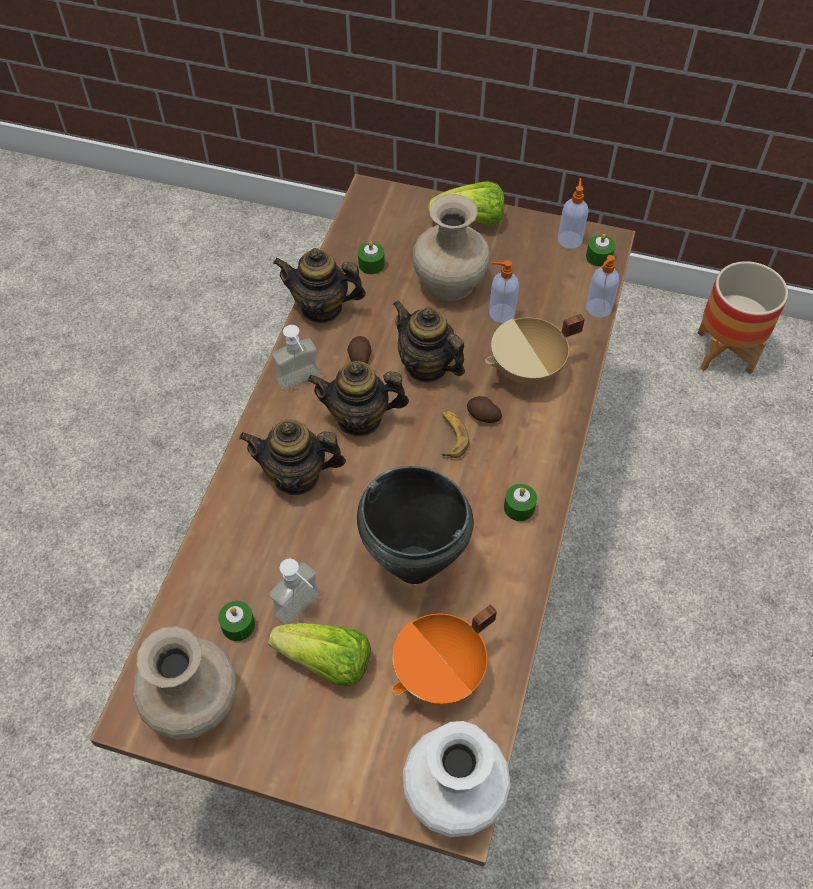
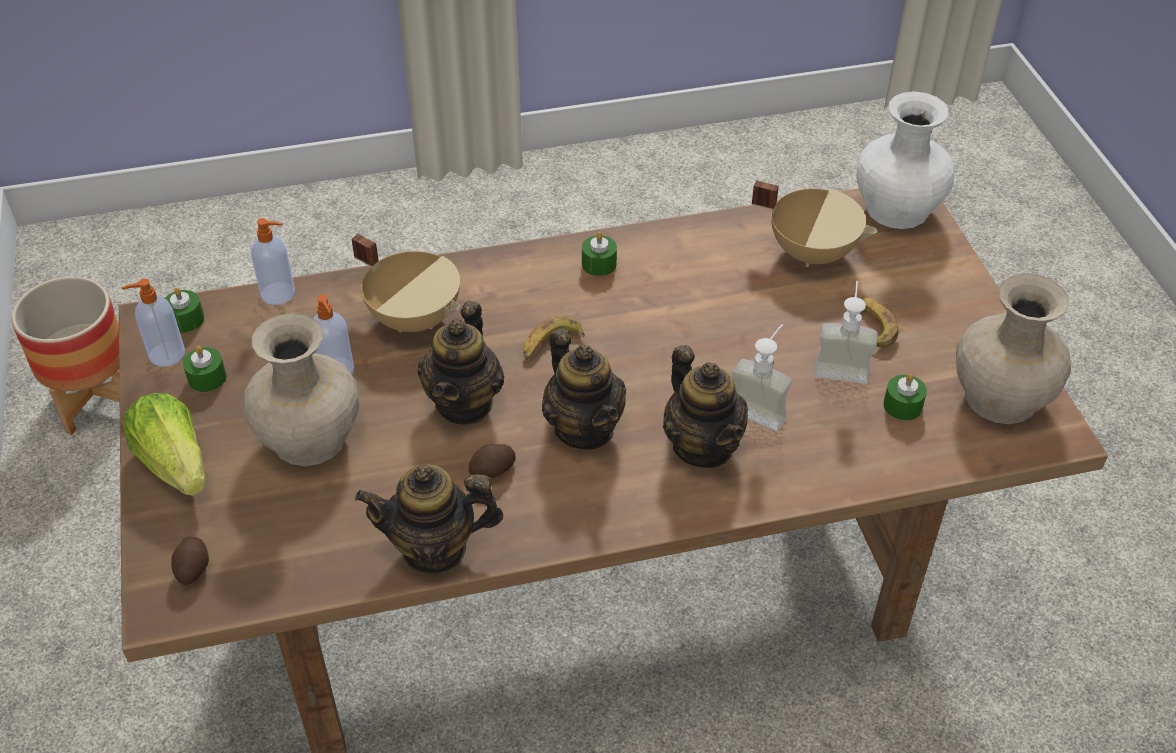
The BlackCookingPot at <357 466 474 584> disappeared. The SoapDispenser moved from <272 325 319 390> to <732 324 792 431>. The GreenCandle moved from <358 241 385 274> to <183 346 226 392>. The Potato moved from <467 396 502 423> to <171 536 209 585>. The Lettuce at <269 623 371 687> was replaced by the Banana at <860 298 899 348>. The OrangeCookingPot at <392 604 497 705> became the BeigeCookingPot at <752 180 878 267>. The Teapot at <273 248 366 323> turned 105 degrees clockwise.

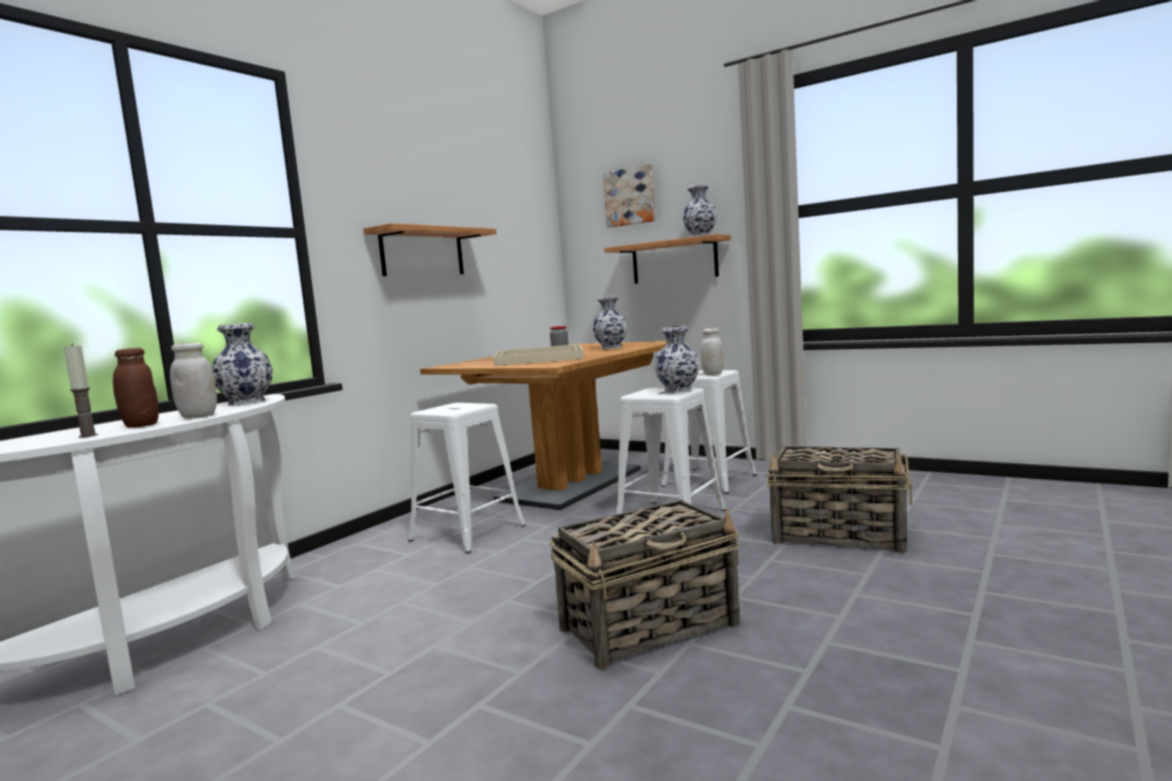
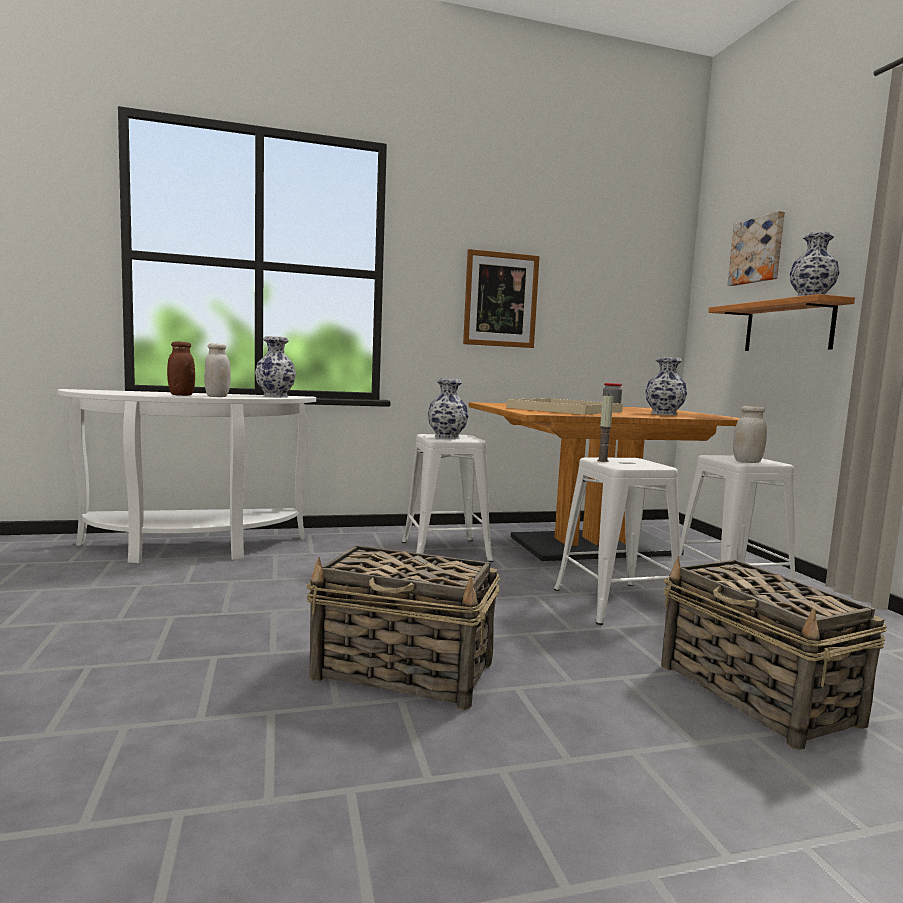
The Candle moved from <64 343 98 438> to <597 394 613 462>. The Vase moved from <654 326 700 393> to <428 378 468 439>. The Shelf at <363 223 497 276> was replaced by the Picture at <463 249 540 348>.

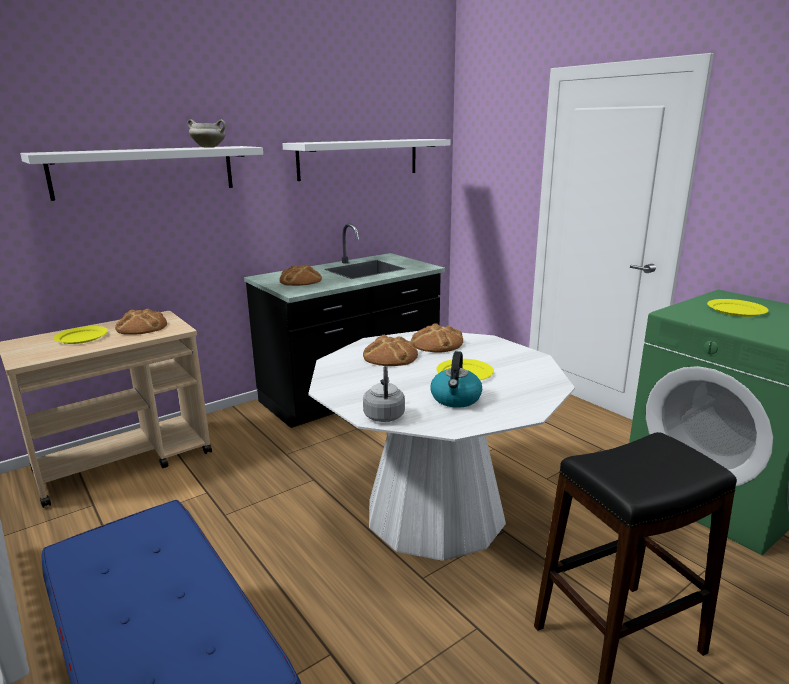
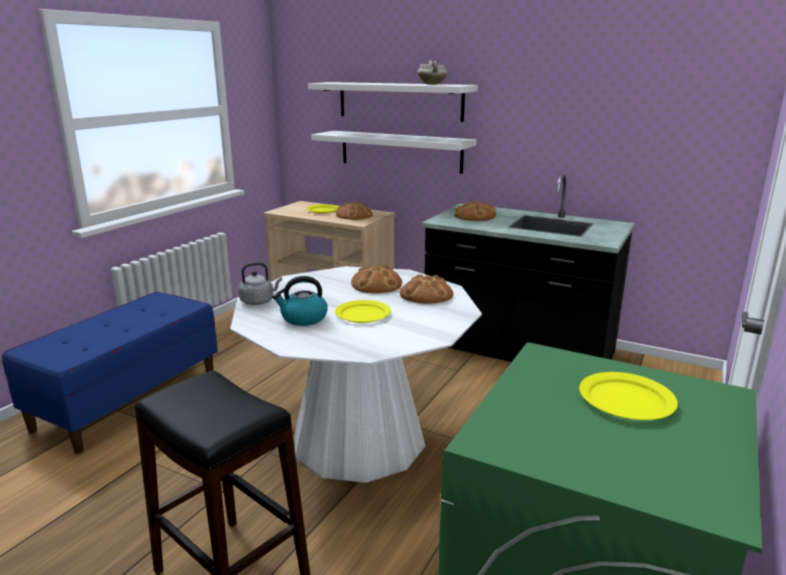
The WhiteShelf moved from <282 139 450 181> to <311 131 476 174>.

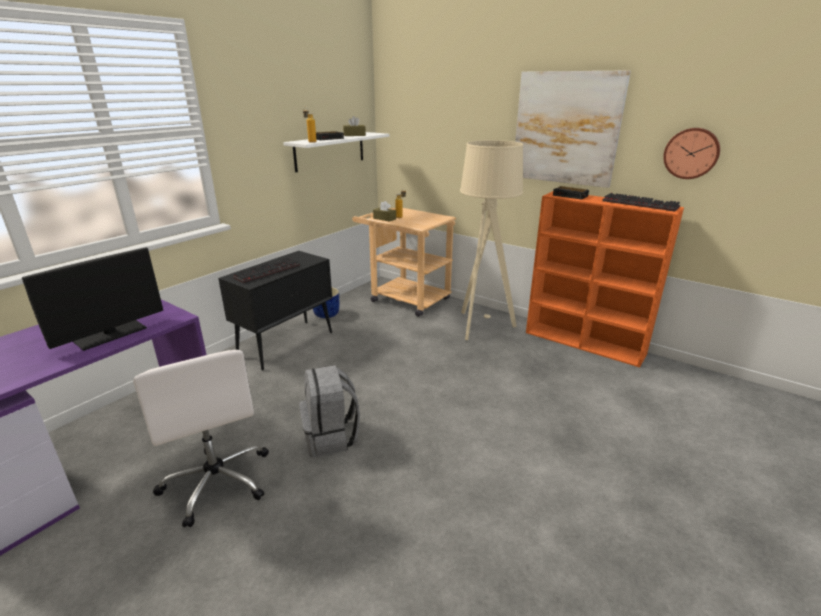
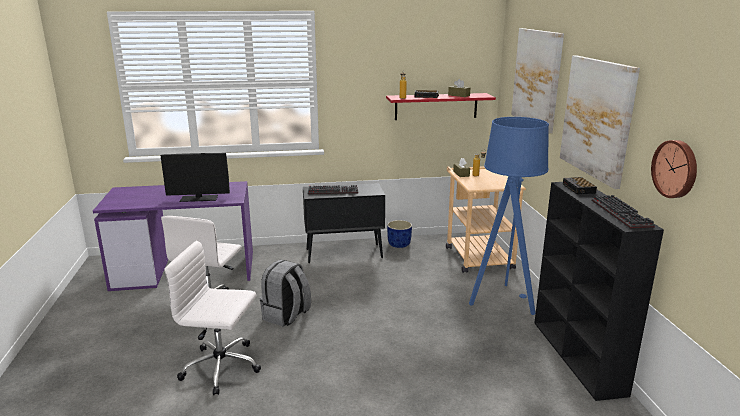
The WhiteOfficeChair at <164 241 261 395> appeared. The Picture at <511 28 564 133> appeared. The WhiteShelf at <283 132 390 172> became the RedShelf at <386 93 496 120>. The BeigeFloorLamp at <460 140 523 340> became the BlueFloorLamp at <469 117 549 315>. The OrangeBookcase at <526 191 684 367> became the BlackBookcase at <534 182 664 401>.

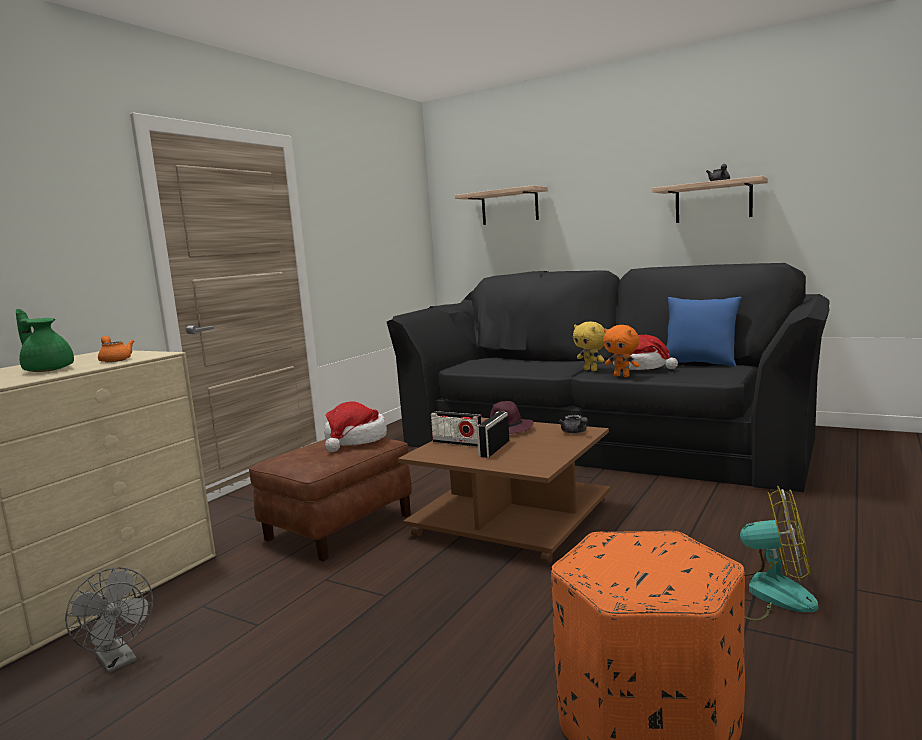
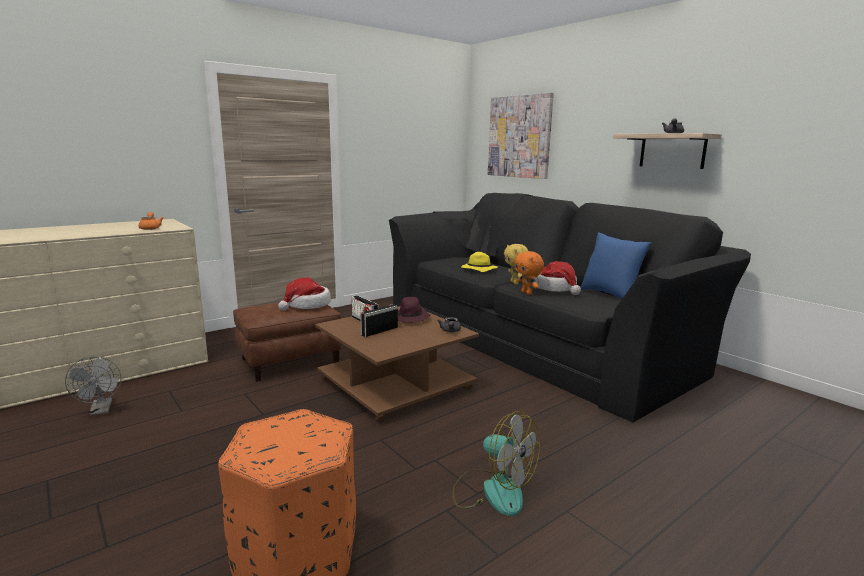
The GreenTeapot at <16 309 74 372> disappeared. The YellowHat at <461 252 497 272> appeared. The Shelf at <455 185 548 225> was replaced by the Picture at <488 92 554 179>.

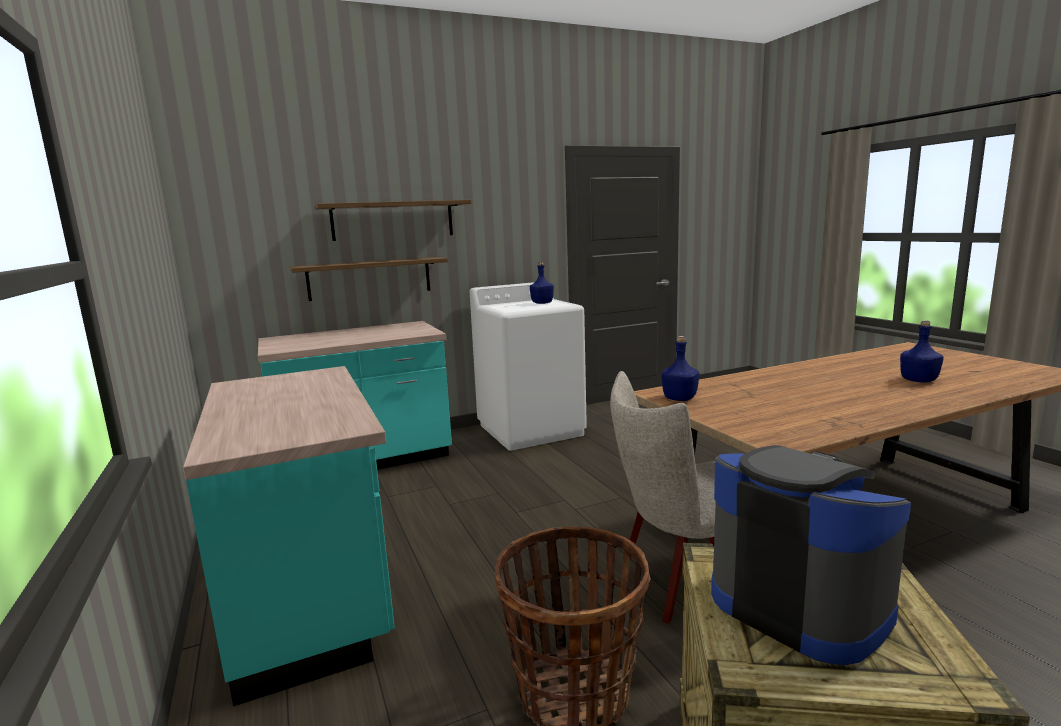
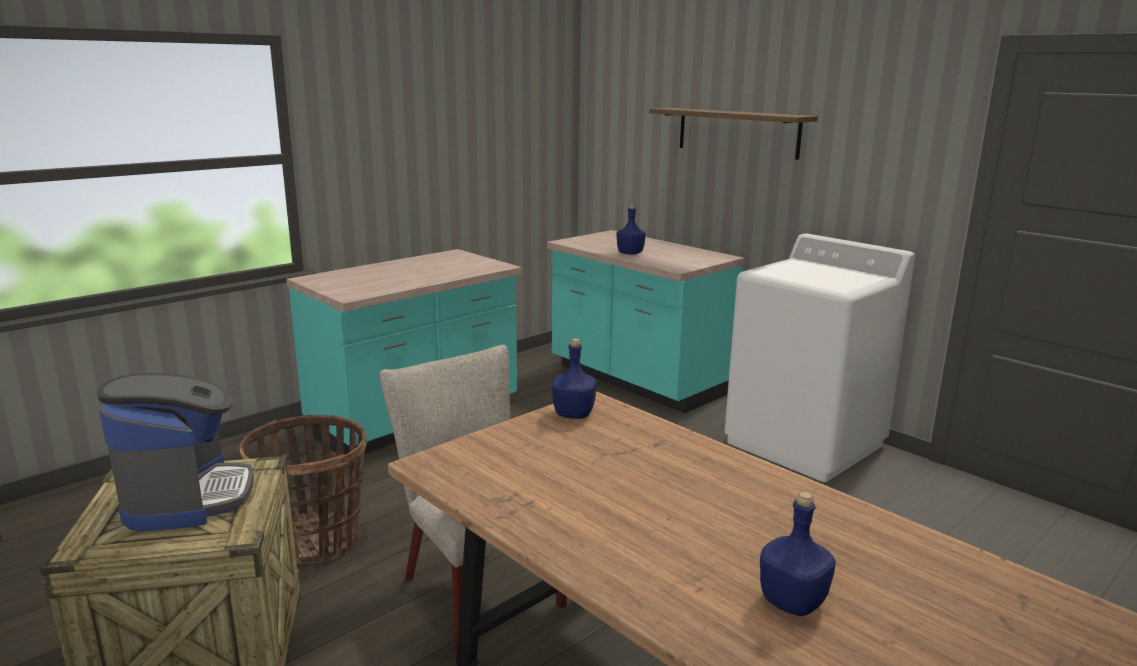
The Shelf at <290 257 448 301> disappeared. The BlueBottle moved from <530 262 554 304> to <617 204 646 255>. The CoffeeMachine at <711 445 911 665> turned 45 degrees counterclockwise.

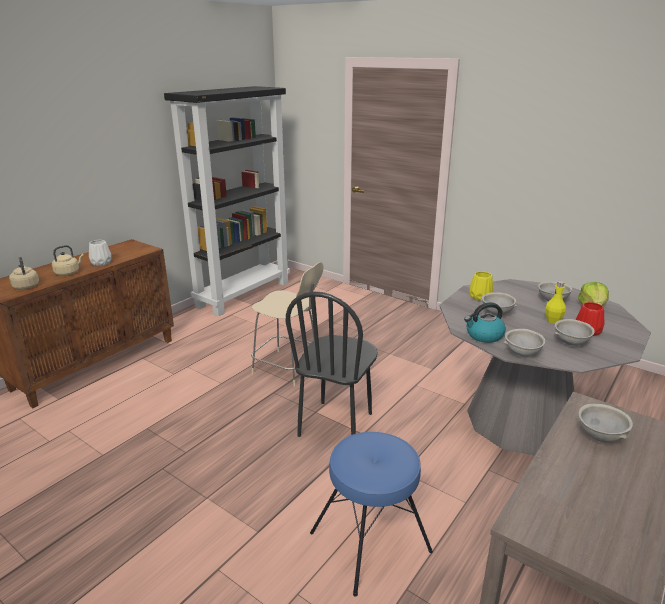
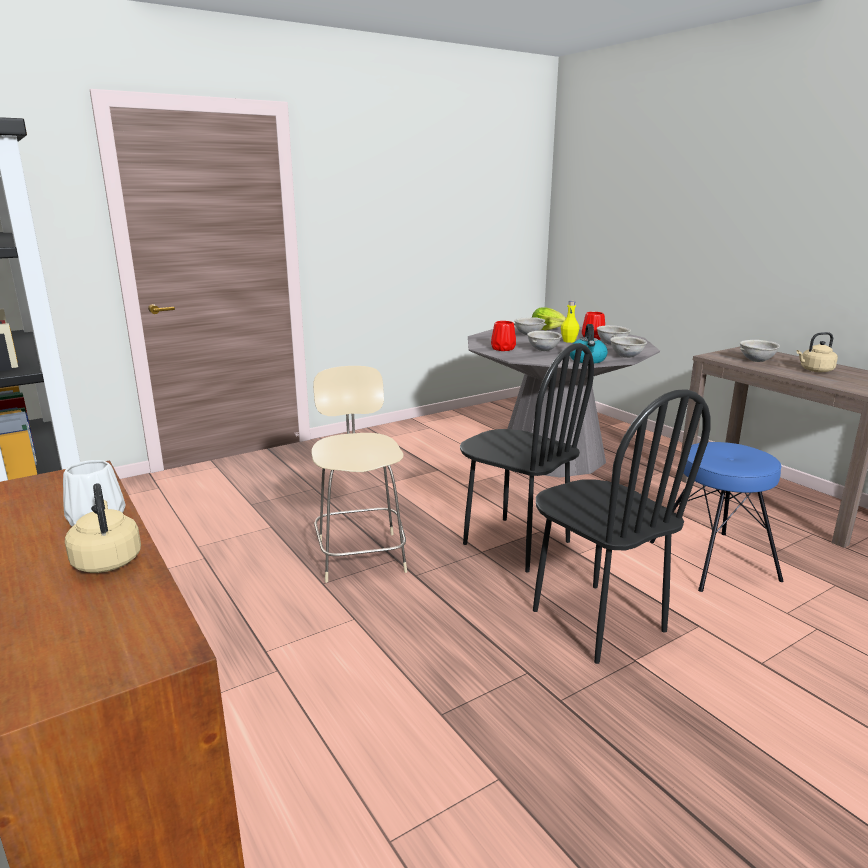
The BlackChair at <533 389 711 664> appeared. The BeigeKettle moved from <9 257 39 289> to <796 332 838 372>. The YellowVase at <470 271 494 301> became the RedVase at <491 321 516 351>. The BeigeChair at <251 262 324 387> turned 60 degrees counterclockwise.

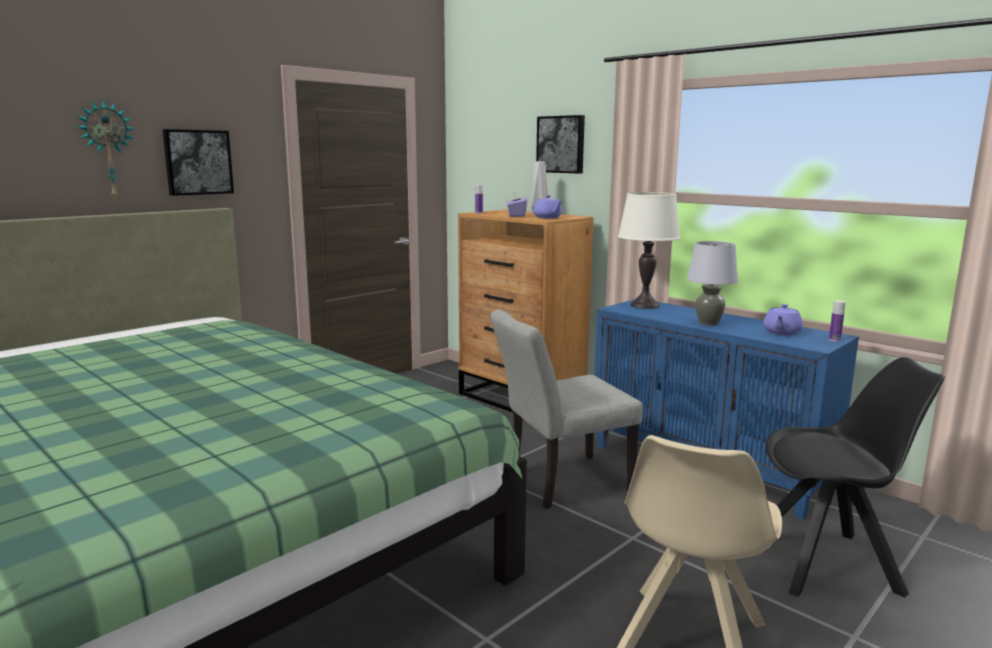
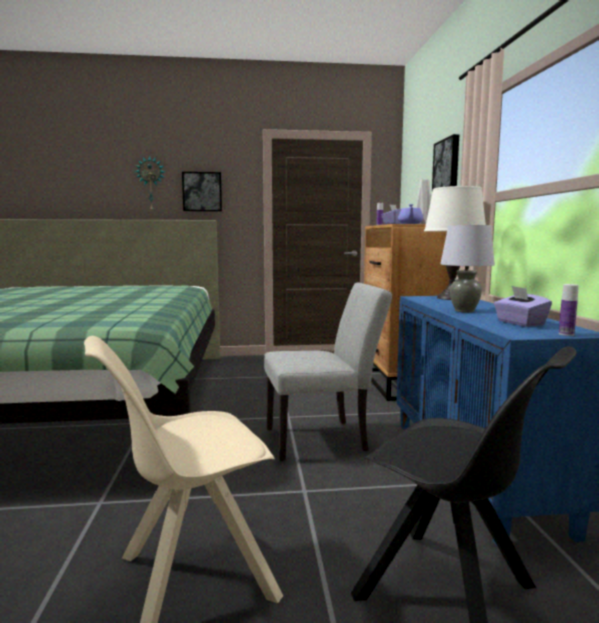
The PurpleTeapot at <763 304 803 335> was replaced by the PurpleTissueBox at <494 286 552 327>. The GreyChair at <490 310 643 509> turned 150 degrees clockwise.

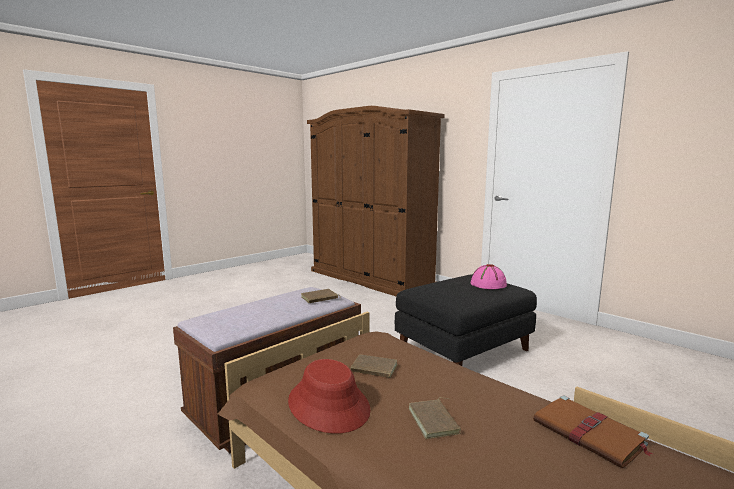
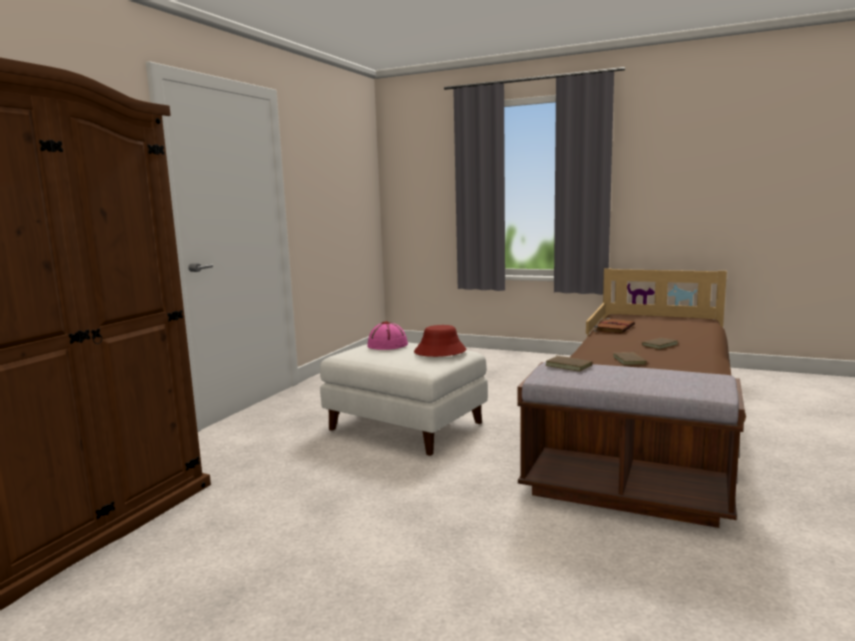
The RedHat moved from <288 359 371 434> to <414 325 466 357>. The BlackOttoman at <395 274 537 366> became the WhiteOttoman at <320 342 488 456>.

